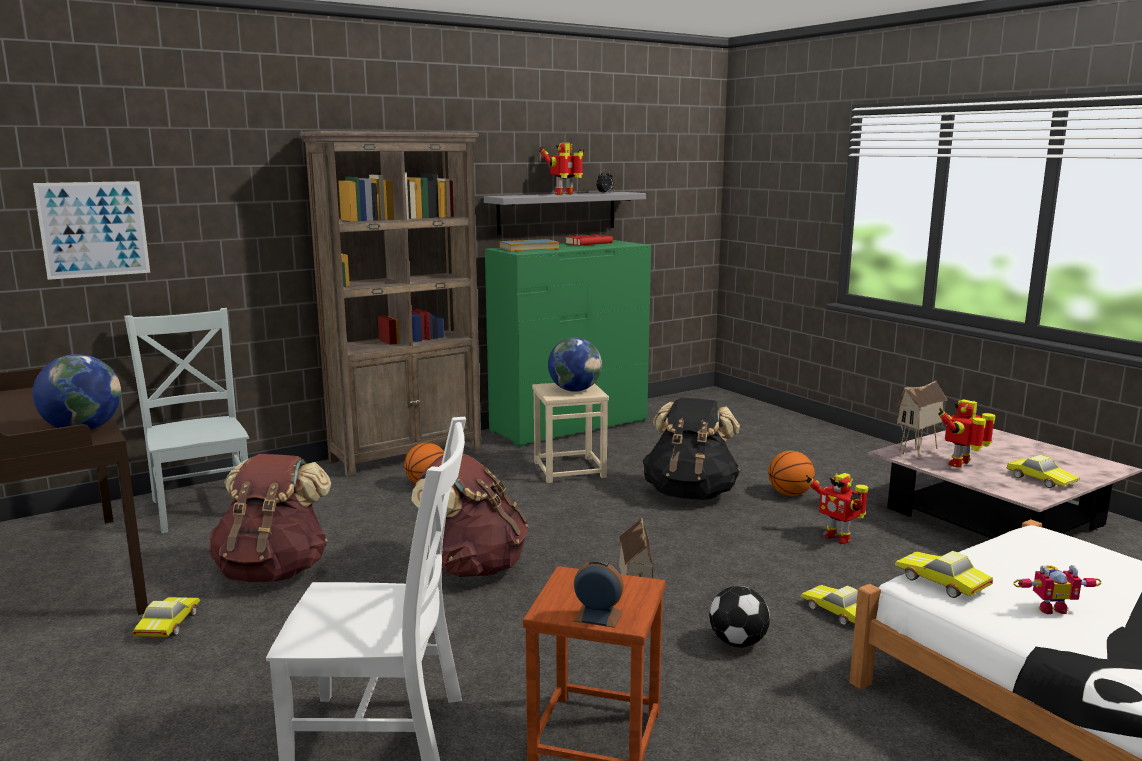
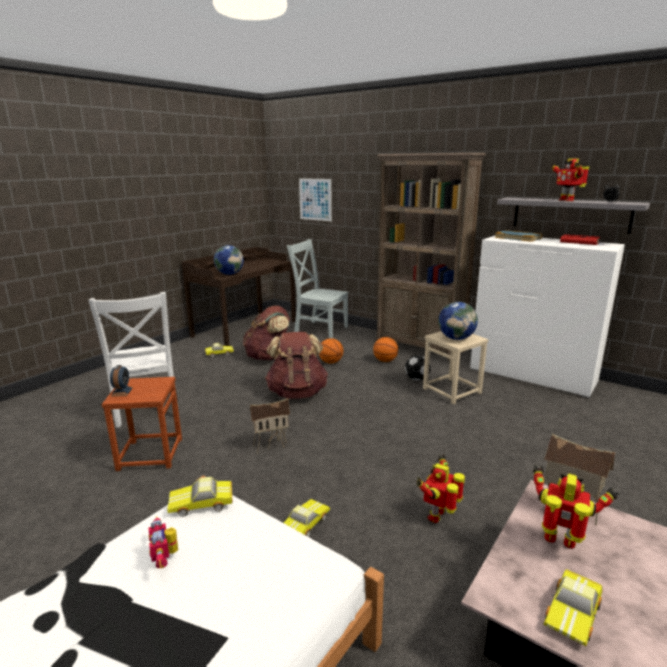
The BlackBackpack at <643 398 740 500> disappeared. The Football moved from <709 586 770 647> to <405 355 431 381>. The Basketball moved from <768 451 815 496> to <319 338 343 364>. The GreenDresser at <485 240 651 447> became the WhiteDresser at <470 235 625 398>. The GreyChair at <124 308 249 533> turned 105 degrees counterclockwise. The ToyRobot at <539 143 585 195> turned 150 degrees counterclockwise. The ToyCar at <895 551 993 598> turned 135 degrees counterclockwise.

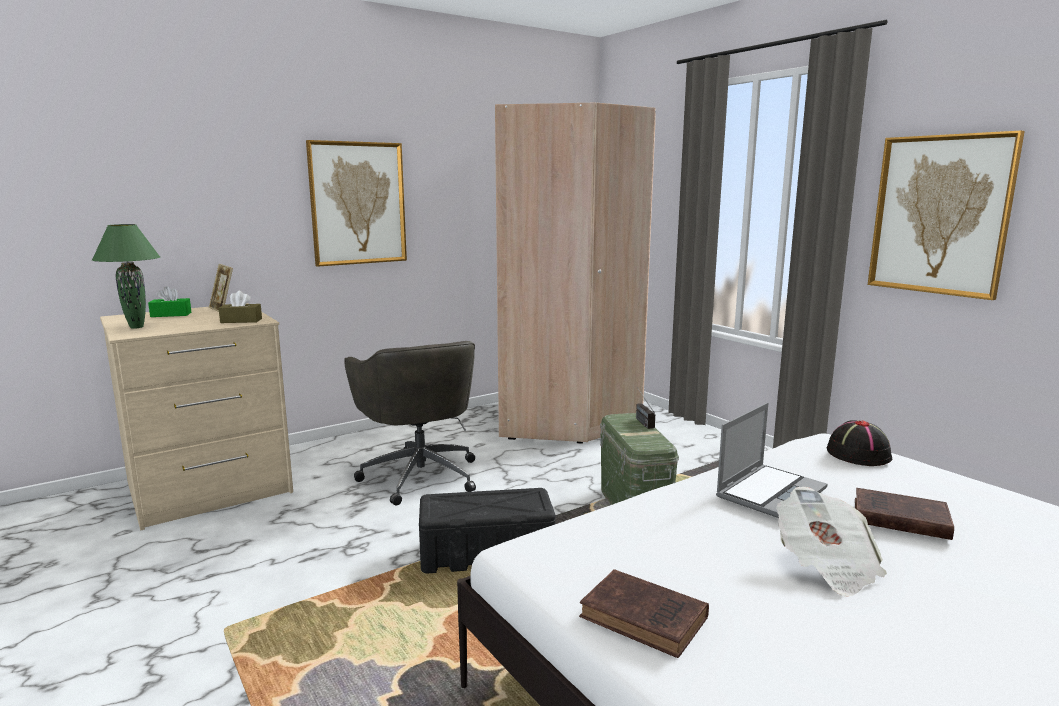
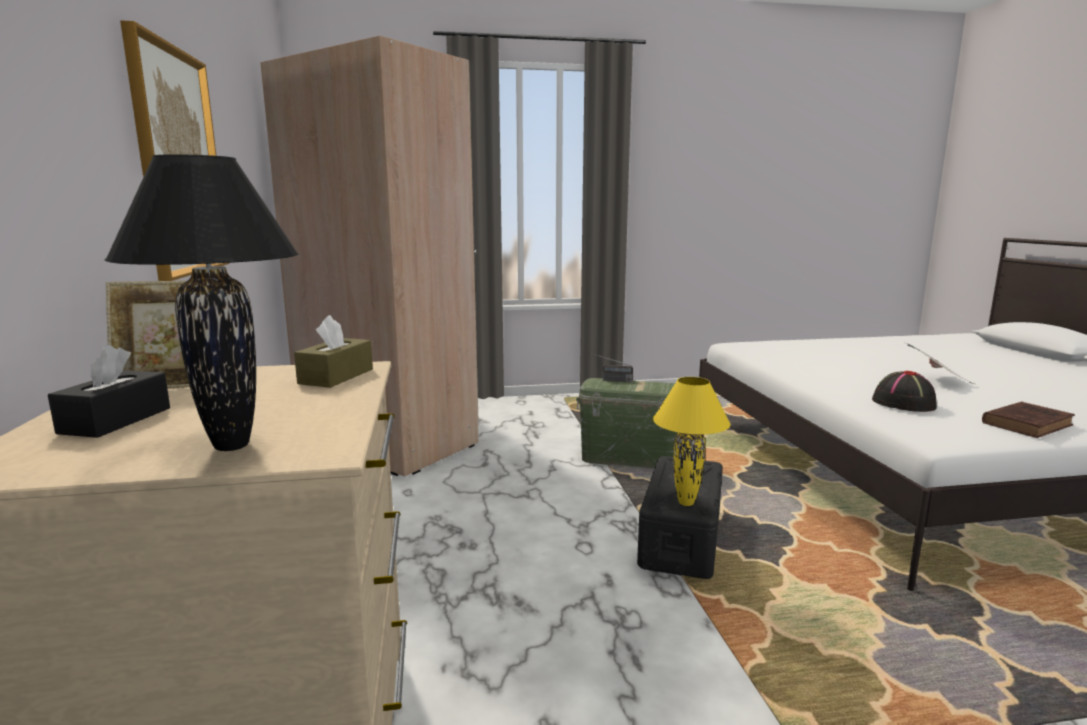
The GreyOfficeChair at <344 341 476 506> disappeared. The Laptop at <716 403 827 518> disappeared. The BrownBook at <855 488 954 540> disappeared. The Picture at <868 131 1025 300> disappeared. The YellowTableLamp at <653 377 731 506> appeared. The BlackHat moved from <827 420 892 466> to <872 371 937 412>. The GreenTableLamp at <92 224 160 329> became the BlackTableLamp at <105 154 299 451>. The GreenTissueBox at <148 286 191 317> became the BlackTissueBox at <48 345 170 438>.

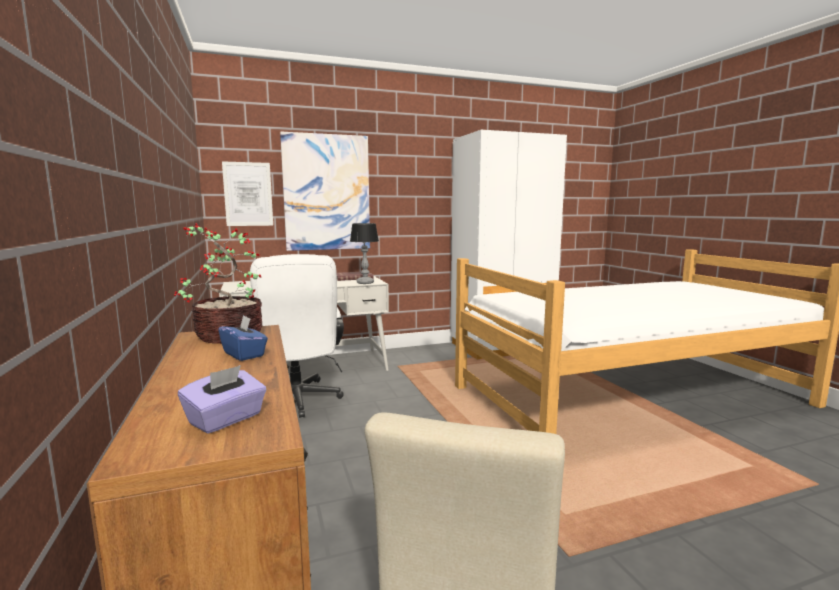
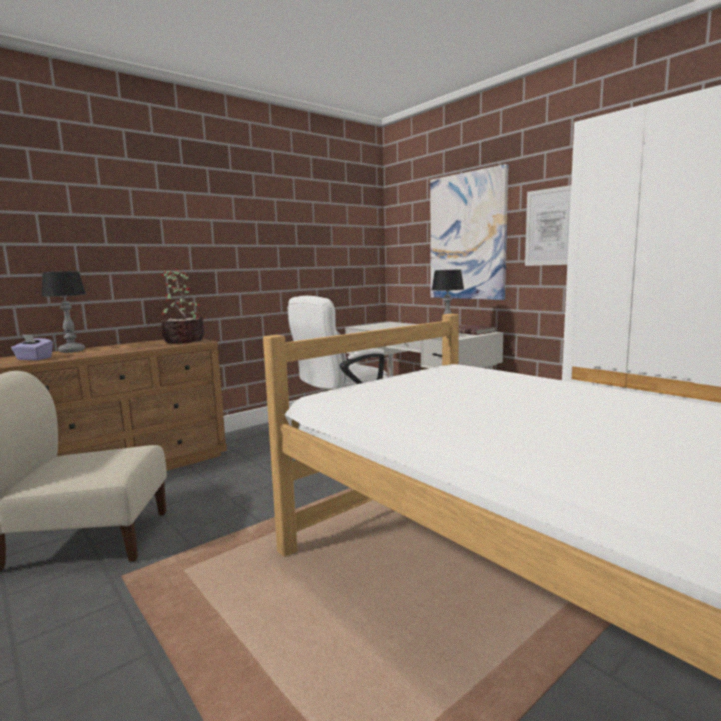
The BlueTissueBox at <218 315 268 361> disappeared. The TableLamp at <42 271 86 353> appeared. The Picture moved from <222 161 273 226> to <525 185 571 266>.

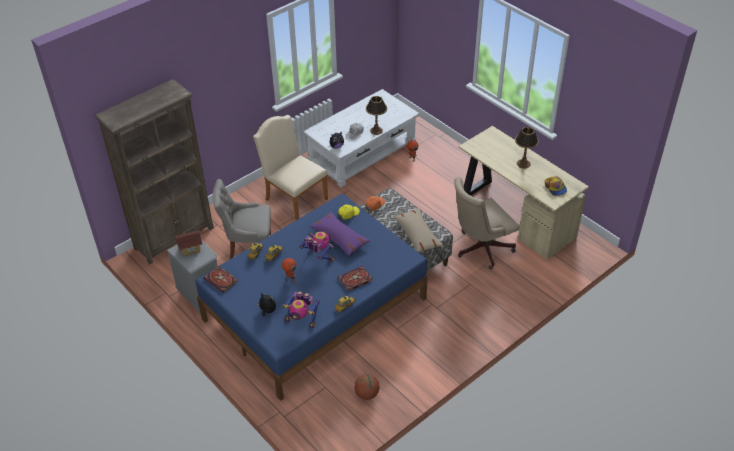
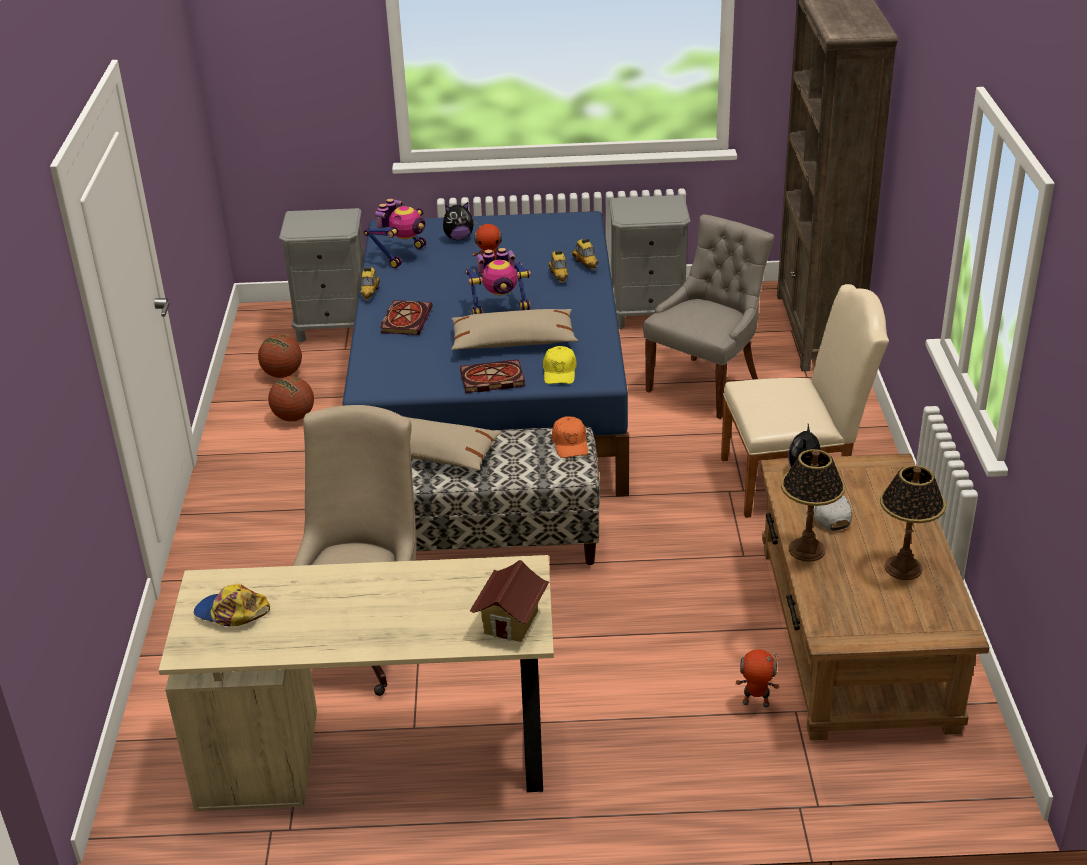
The Basketball at <268 376 314 421> appeared. The GreyNightstand at <279 208 364 343> appeared. The ToyHouse moved from <175 231 203 256> to <470 560 549 642>. The Book moved from <203 266 238 293> to <460 359 525 393>. The TableLamp moved from <515 127 539 169> to <880 465 946 580>. The WhiteCoffeeTable at <303 89 420 187> became the BrownCoffeeTable at <760 454 990 740>. The PurplePillow at <309 211 371 255> became the BeigePillow at <452 309 578 350>. The ToyRobot at <283 291 320 328> turned 150 degrees clockwise.

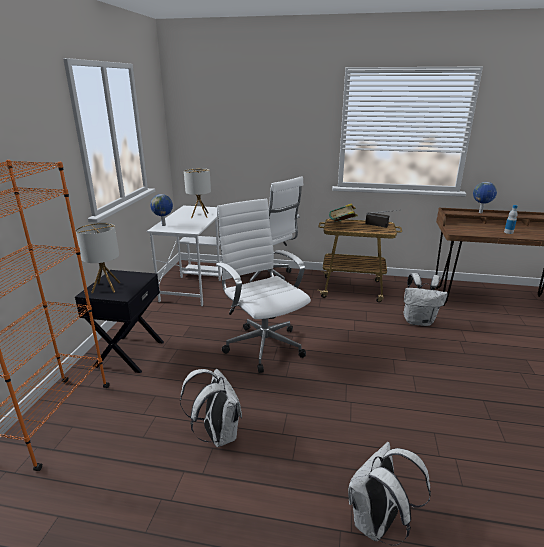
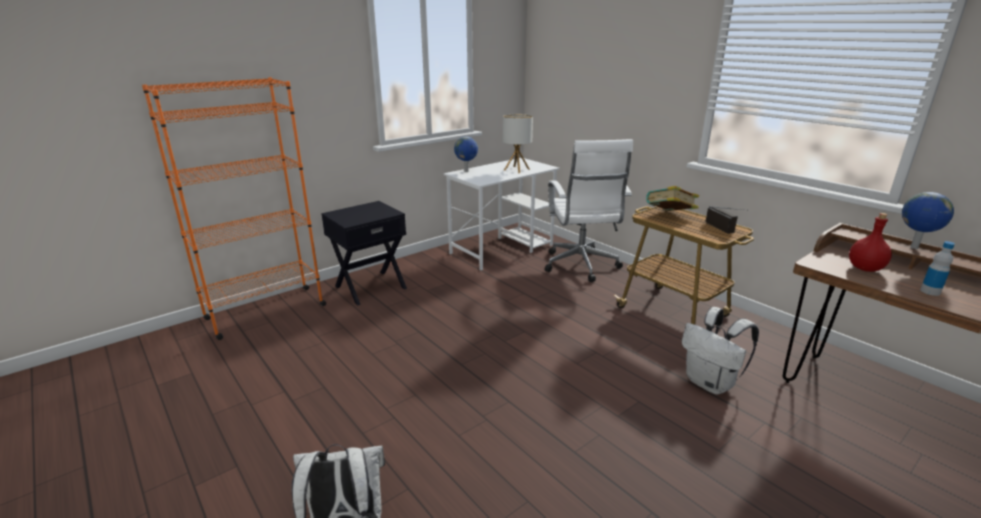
The TableLamp at <76 222 121 293> disappeared. The WhiteBackpack at <180 369 242 447> disappeared. The WhiteOfficeChair at <216 198 311 373> disappeared. The RedBottle at <849 213 892 272> appeared.

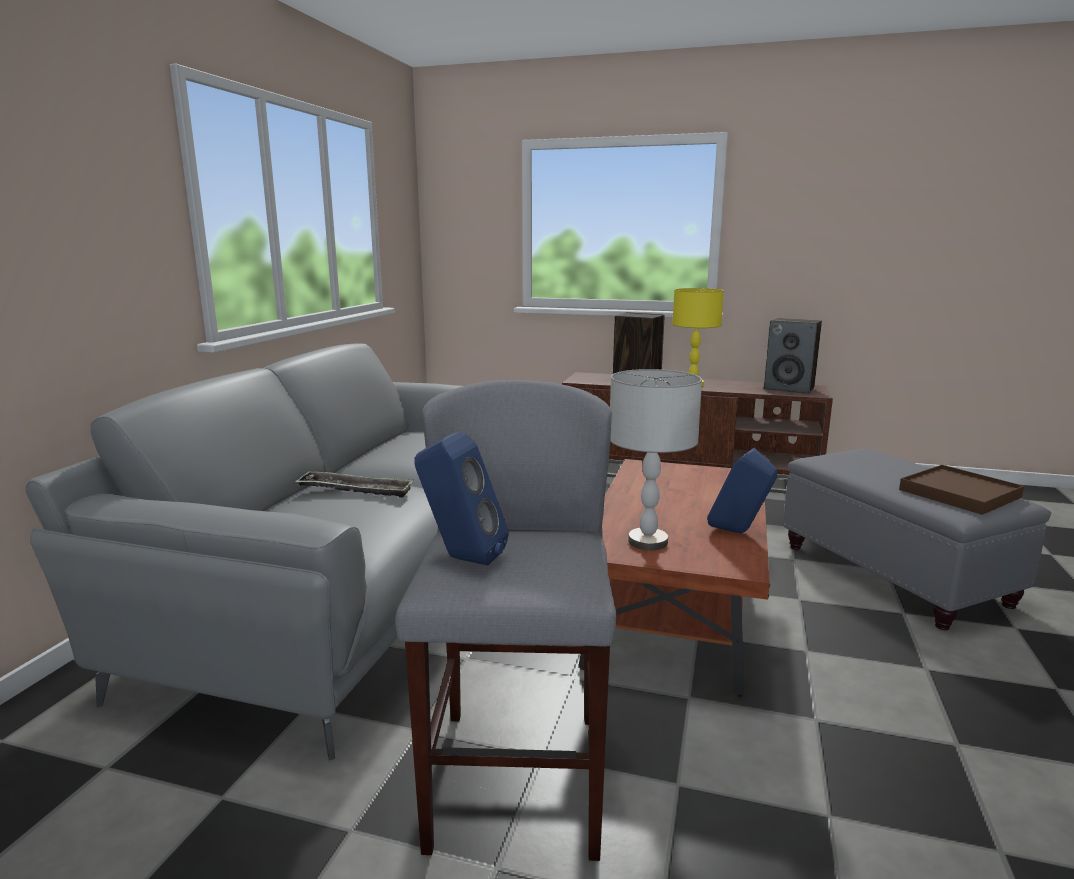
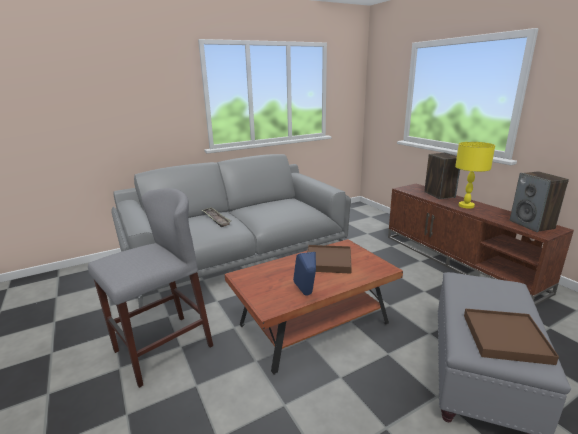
The BlueSpeaker at <415 432 509 565> disappeared. The GreyTableLamp at <610 369 702 550> disappeared. The BrownTray at <307 245 352 274> appeared.

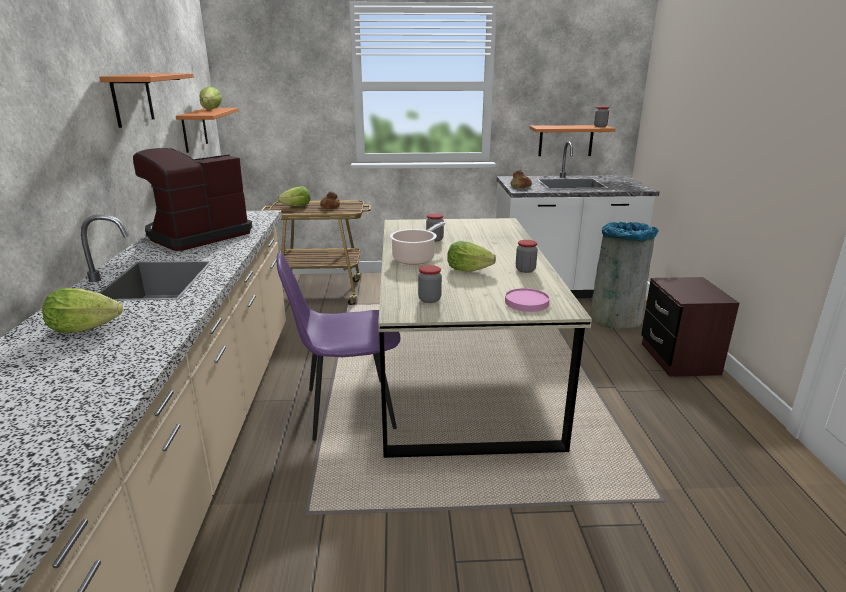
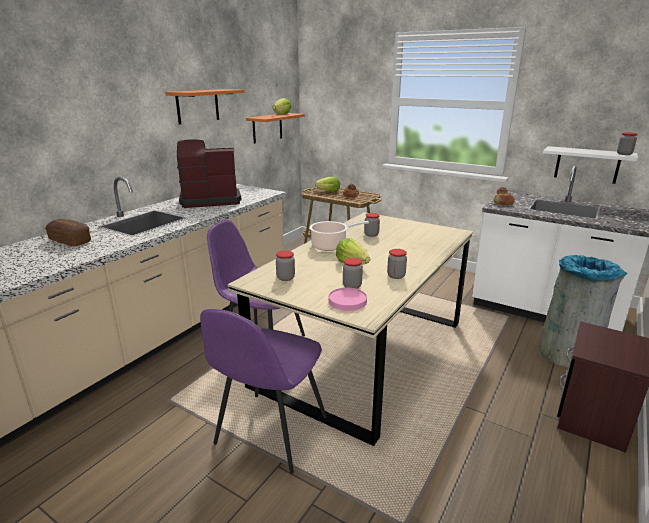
The PurpleChair at <200 309 327 474> appeared. The Jar at <343 258 363 289> appeared. The Lettuce at <42 288 123 333> was replaced by the Bread at <45 219 91 246>. The OrangeShelf at <529 125 615 156> became the WhiteShelf at <543 146 638 184>.

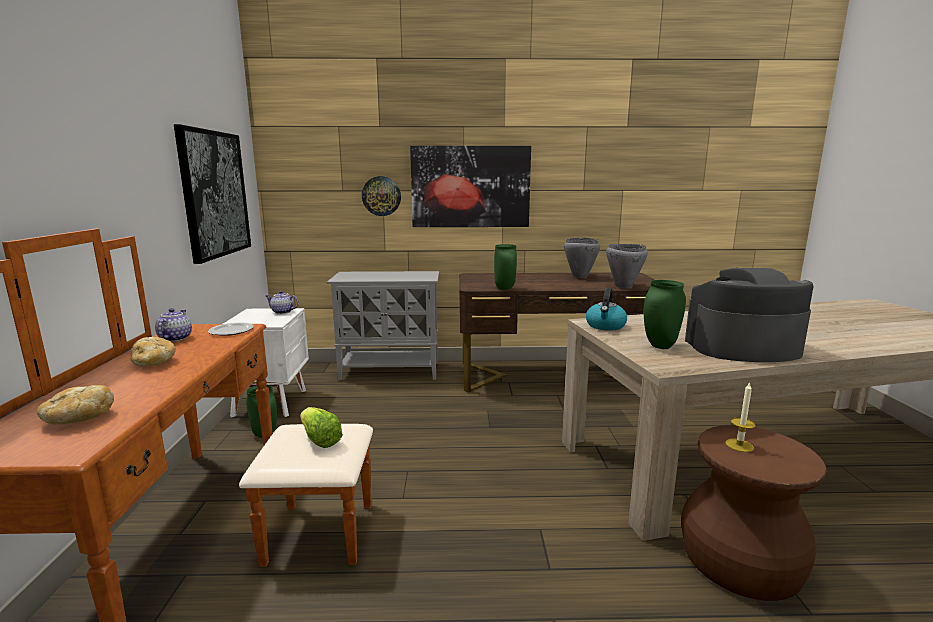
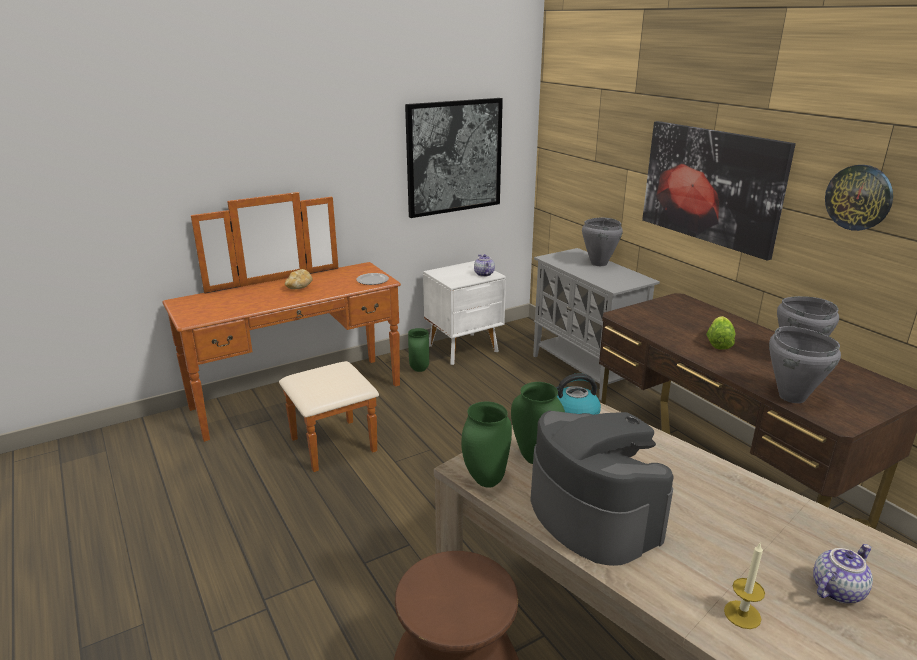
The Bread at <36 385 114 425> disappeared. The GreyCookingPot at <582 218 623 266> appeared. The Teapot moved from <155 308 192 342> to <813 544 873 603>. The Lettuce moved from <300 407 343 448> to <706 316 736 350>. The WallClock moved from <362 176 401 216> to <825 165 893 231>. The GreenVase moved from <494 244 517 290> to <461 402 512 488>. The Candle moved from <725 382 756 452> to <724 542 765 629>.

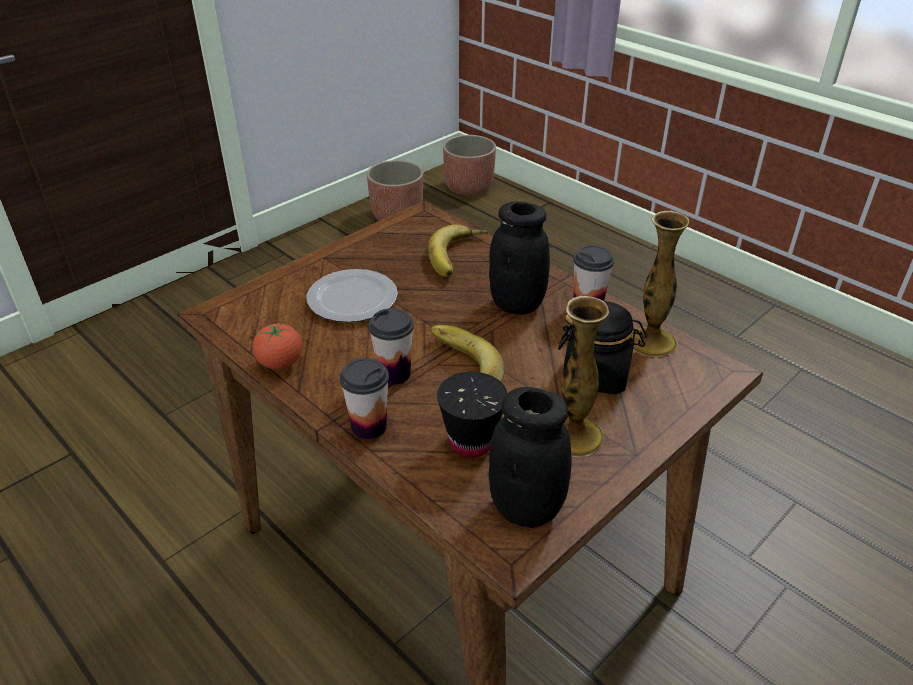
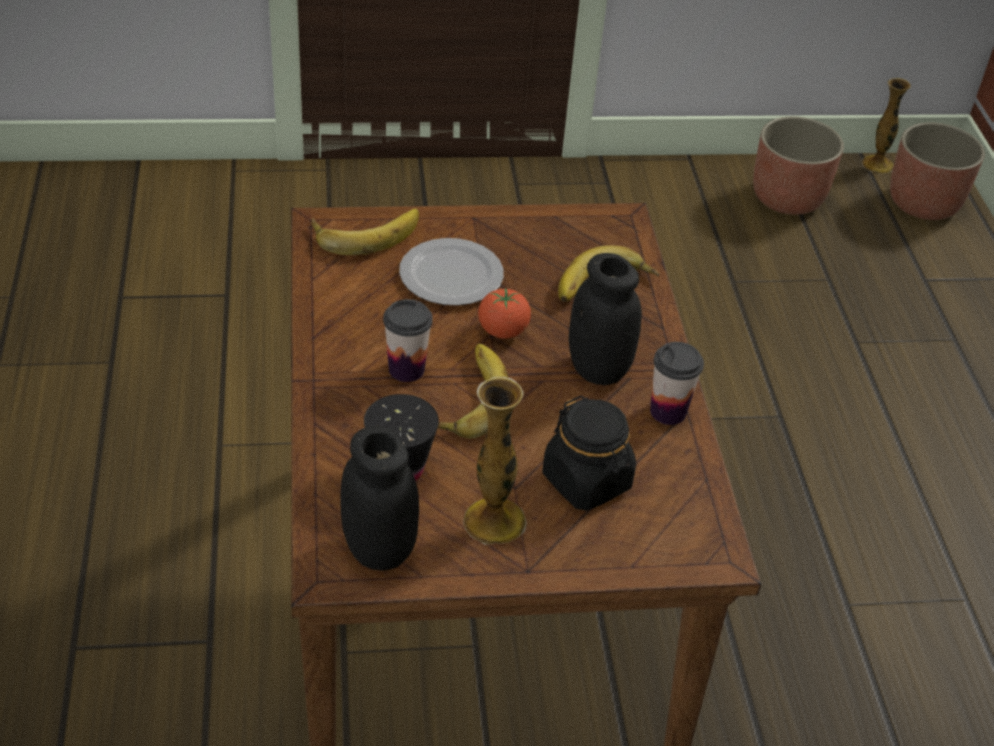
The Cup at <340 358 389 440> disappeared. The Banana at <311 209 419 255> appeared. The Tomato moved from <252 323 302 370> to <478 288 531 339>. The Vase moved from <632 211 689 358> to <862 78 911 174>.

